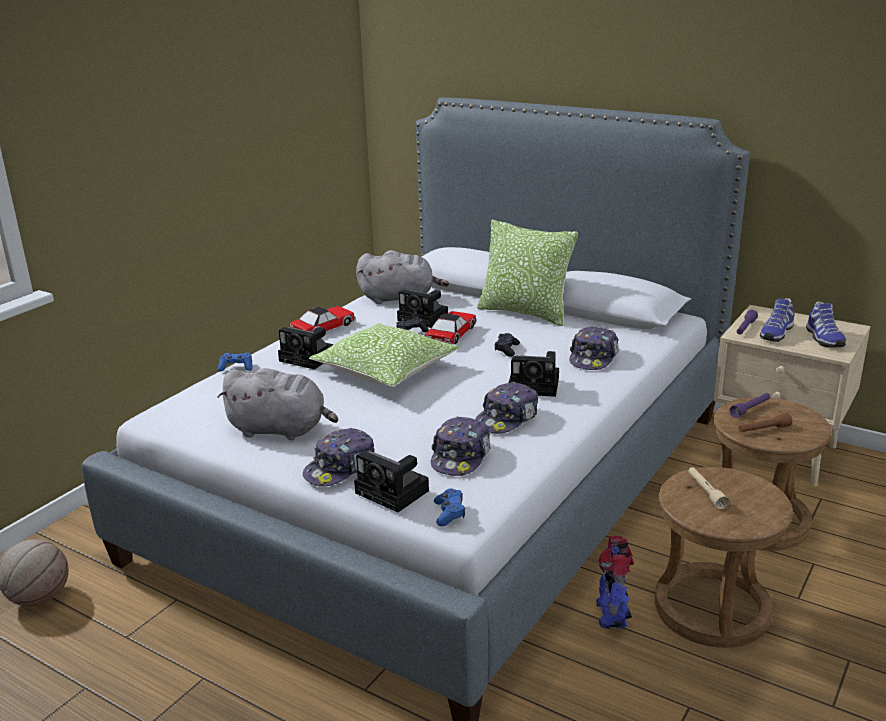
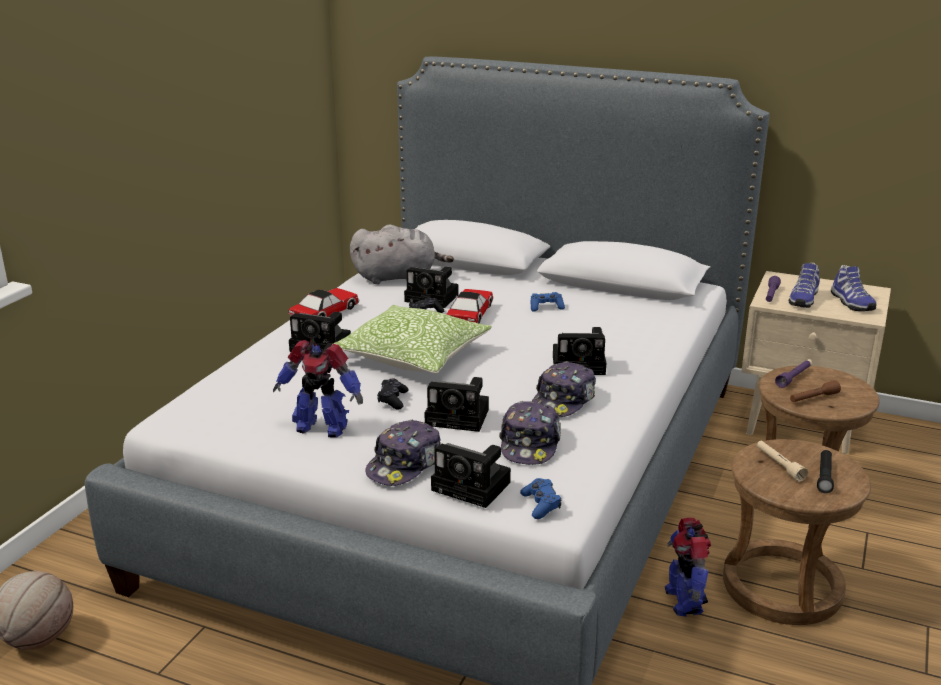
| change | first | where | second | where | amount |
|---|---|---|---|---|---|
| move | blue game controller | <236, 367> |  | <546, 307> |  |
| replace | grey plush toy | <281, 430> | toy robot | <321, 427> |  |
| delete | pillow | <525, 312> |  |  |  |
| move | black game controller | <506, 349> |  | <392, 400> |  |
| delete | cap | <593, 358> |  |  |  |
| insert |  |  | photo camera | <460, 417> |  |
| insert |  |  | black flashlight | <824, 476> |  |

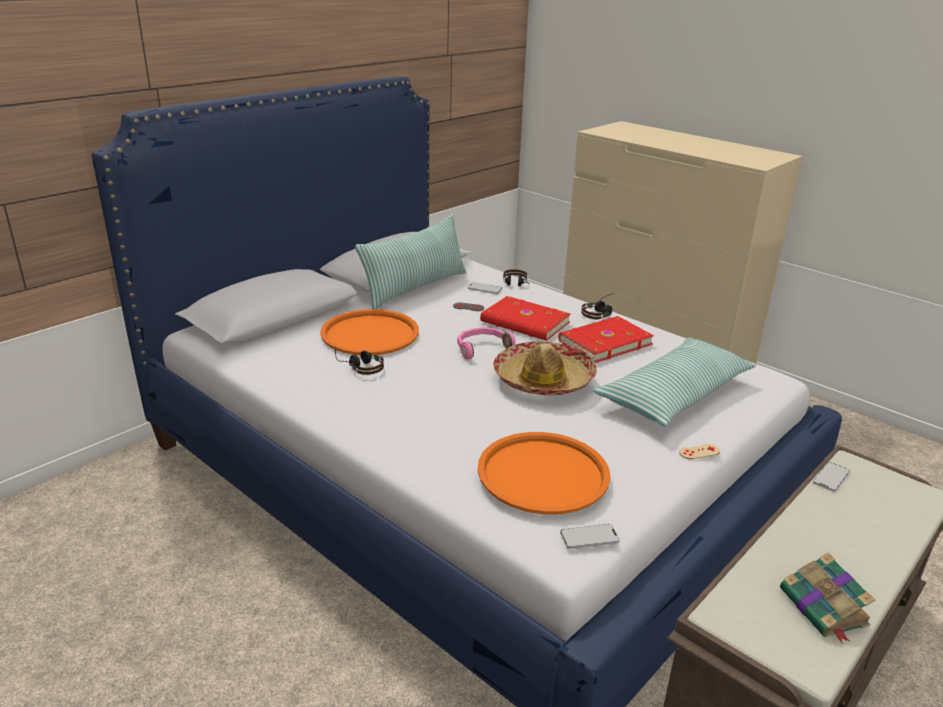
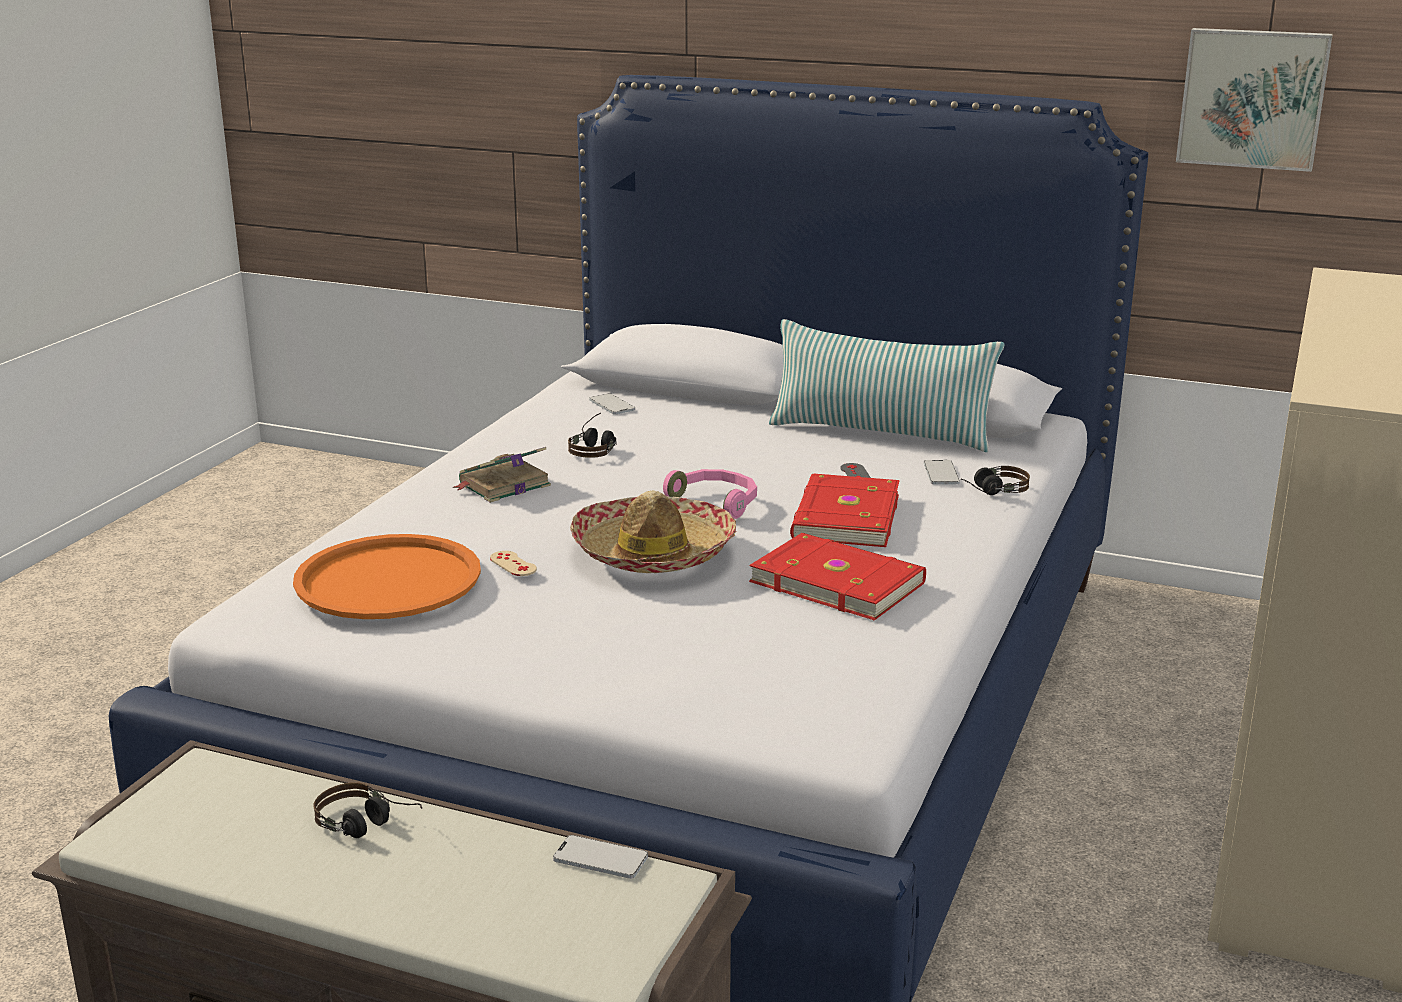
| change | first | where | second | where | amount |
|---|---|---|---|---|---|
| delete | orange tray | <370, 333> |  |  |  |
| move | phone | <589, 537> |  | <612, 405> |  |
| move | headphones | <600, 313> |  | <369, 826> |  |
| delete | pillow | <674, 395> |  |  |  |
| move | beige game controller | <699, 452> |  | <513, 564> |  |
| move | book | <824, 608> |  | <502, 485> |  |
| insert |  |  | picture | <1252, 98> |  |

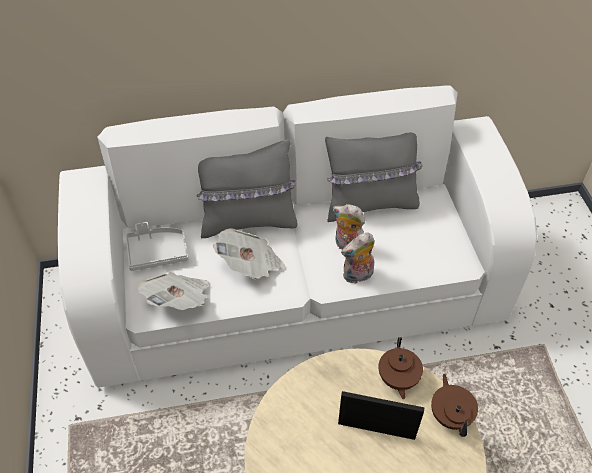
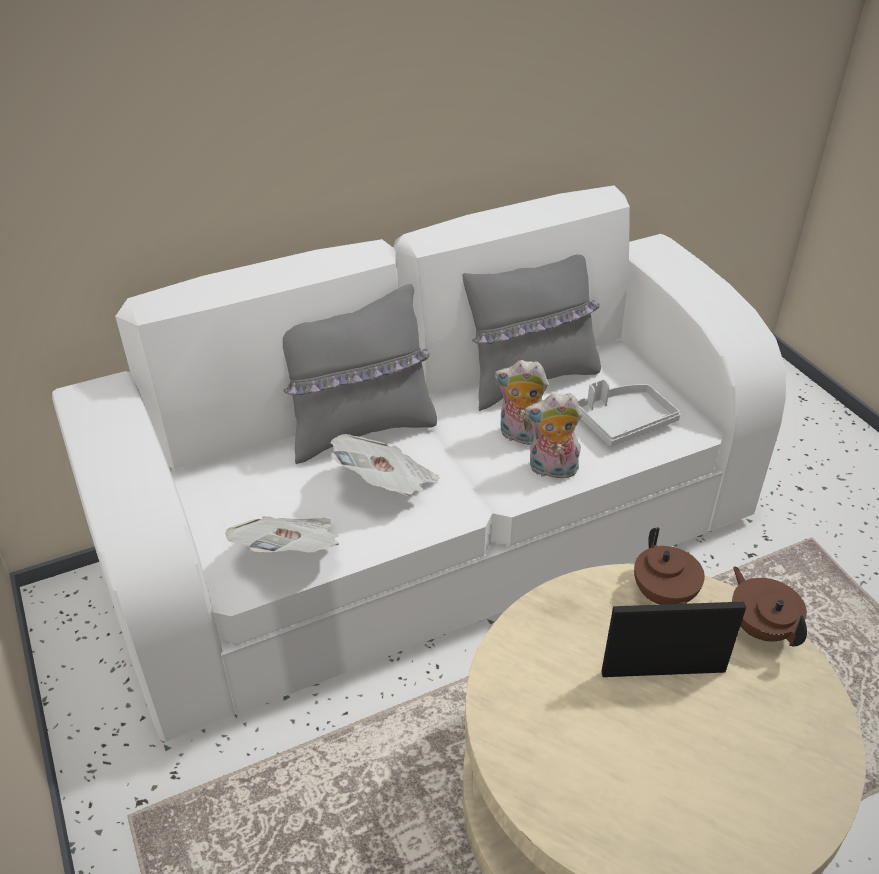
| change | first | where | second | where | amount |
|---|---|---|---|---|---|
| move | grey tray | <157, 252> |  | <623, 422> |  |
| rotate | plush toy | <358, 276> |  | <551, 470> | 45 degrees clockwise |

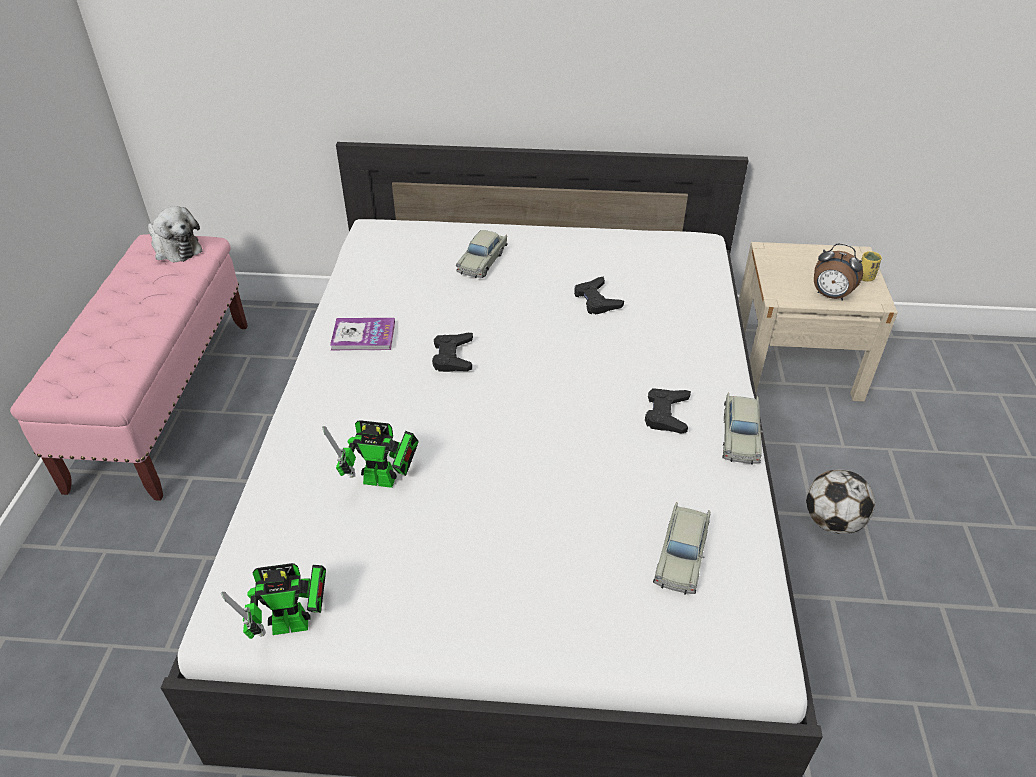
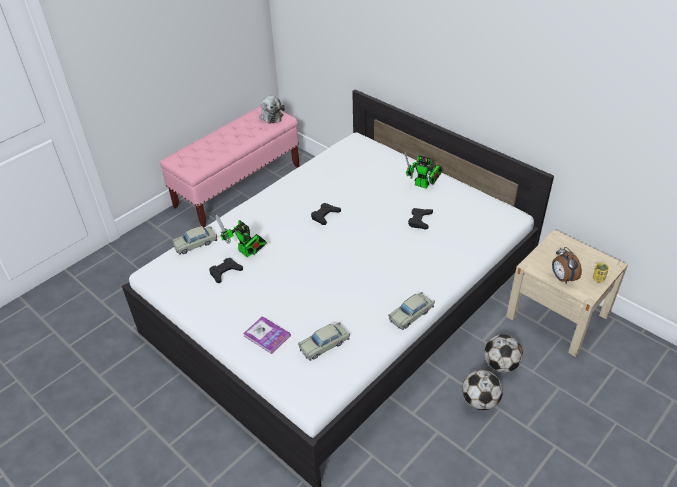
| change | first | where | second | where | amount |
|---|---|---|---|---|---|
| move | toy robot | <297, 624> |  | <423, 185> |  |
| move | book | <363, 336> |  | <267, 336> |  |
| move | beige toy car | <483, 261> |  | <195, 244> |  |
| move | black game controller | <666, 414> |  | <225, 272> |  |
| insert |  |  | football | <500, 365> |  |

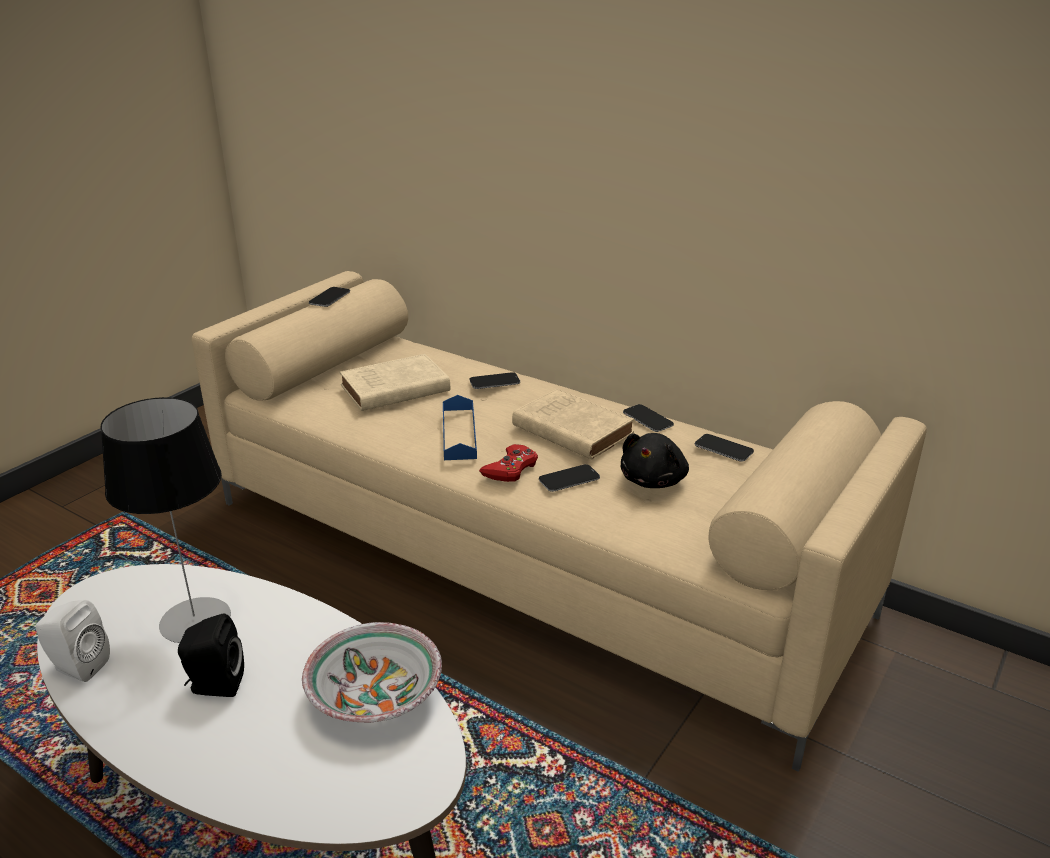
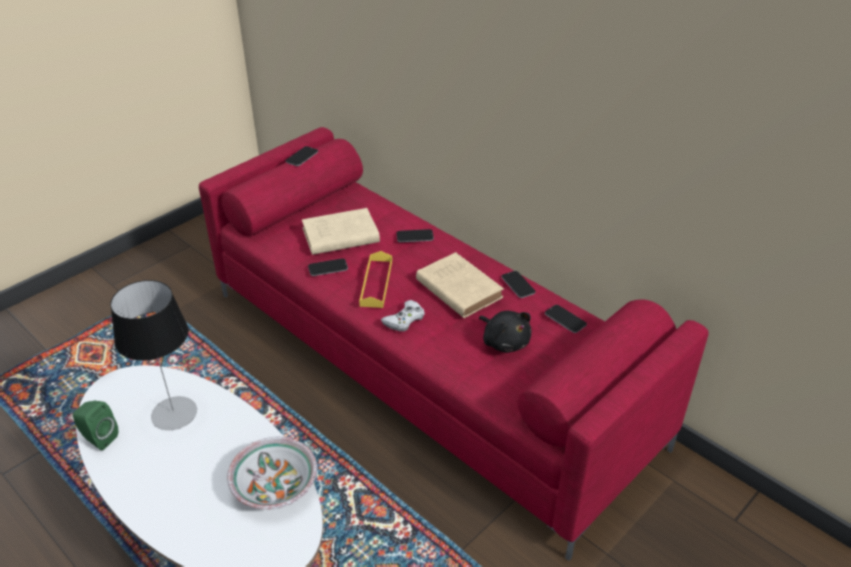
| change | first | where | second | where | amount |
|---|---|---|---|---|---|
| recolor | white speaker | <77, 667> | green speaker | <98, 438> |  |
| delete | black speaker | <214, 686> |  |  |  |
| recolor | beige sofa | <528, 555> | red sofa | <428, 365> |  |
| recolor | blue tray | <459, 433> | yellow tray | <376, 283> |  |
| recolor | red game controller | <510, 469> | white game controller | <404, 319> |  |
| move | phone | <569, 479> |  | <328, 268> |  |
| rotate | black plush toy | <654, 480> |  | <504, 341> | 75 degrees counterclockwise |

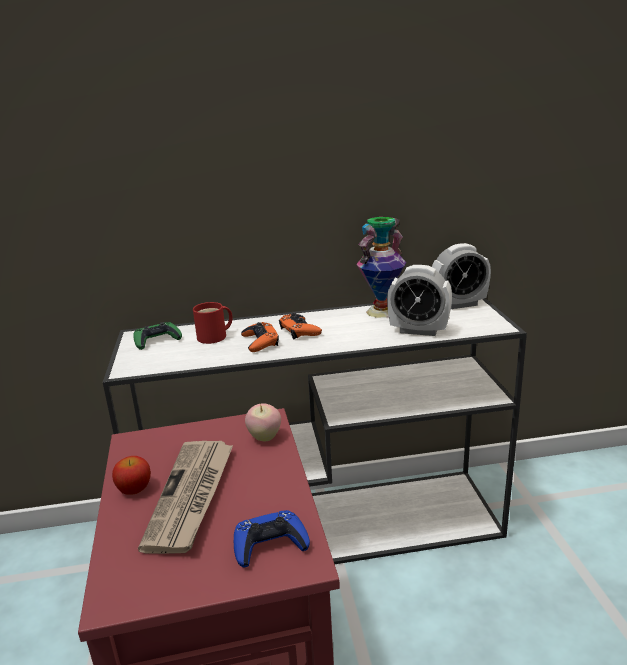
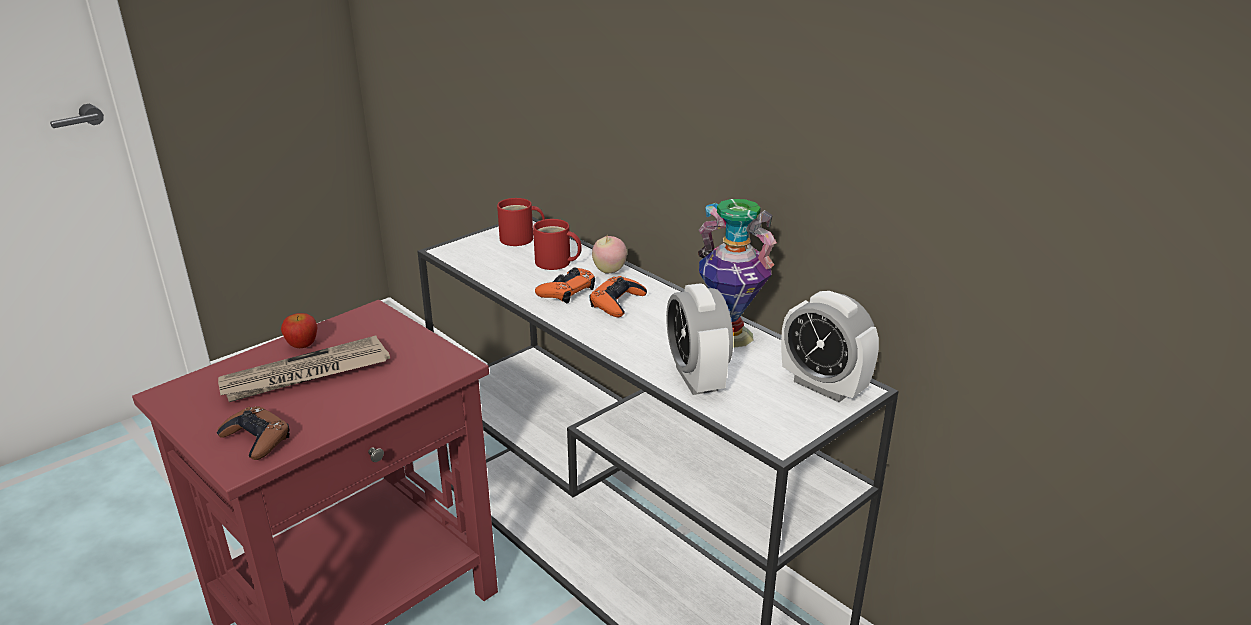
| change | first | where | second | where | amount |
|---|---|---|---|---|---|
| replace | green game controller | <157, 340> | red mug | <520, 239> |  |
| recolor | blue game controller | <270, 544> | brown game controller | <256, 439> |  |
| move | apple | <264, 437> |  | <609, 271> |  |

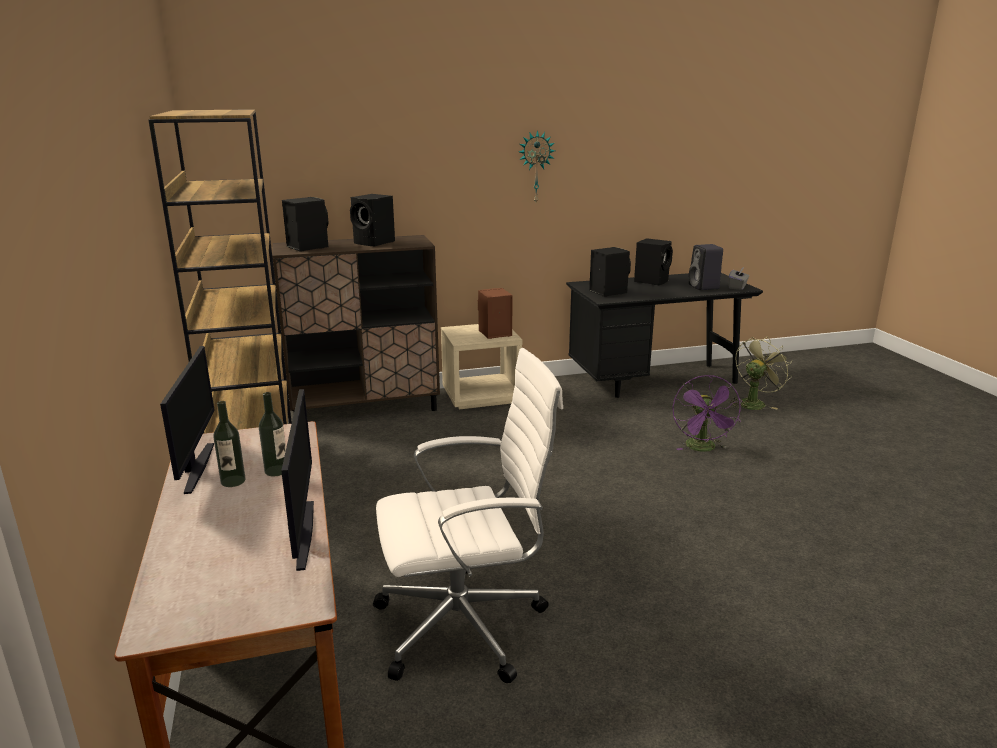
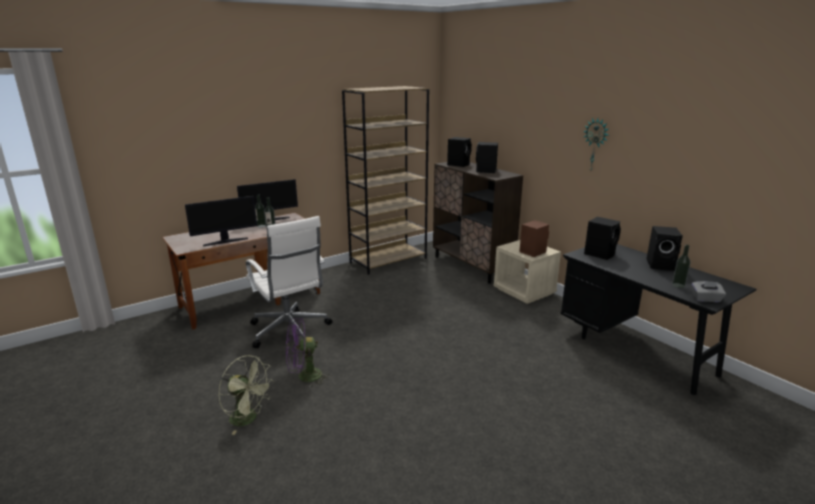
| change | first | where | second | where | amount |
|---|---|---|---|---|---|
| move | purple fan | <703, 449> |  | <304, 377> |  |
| replace | black speaker | <704, 287> | bottle | <678, 285> |  |
| move | green fan | <754, 403> |  | <248, 419> |  |

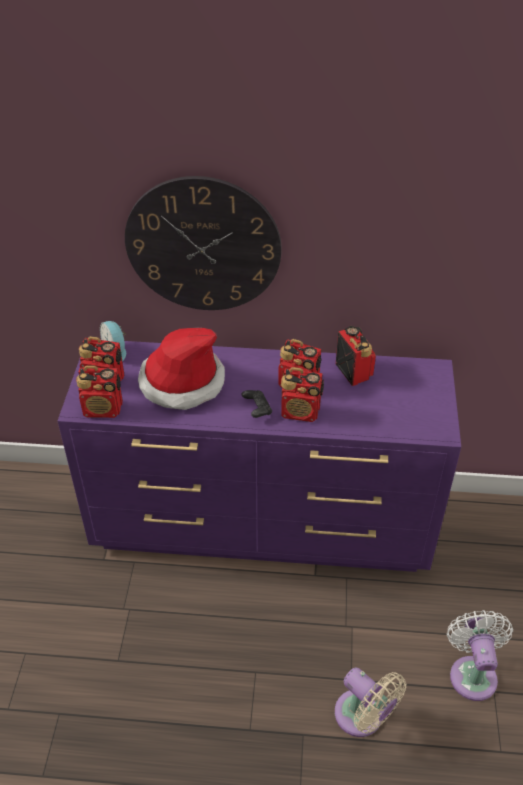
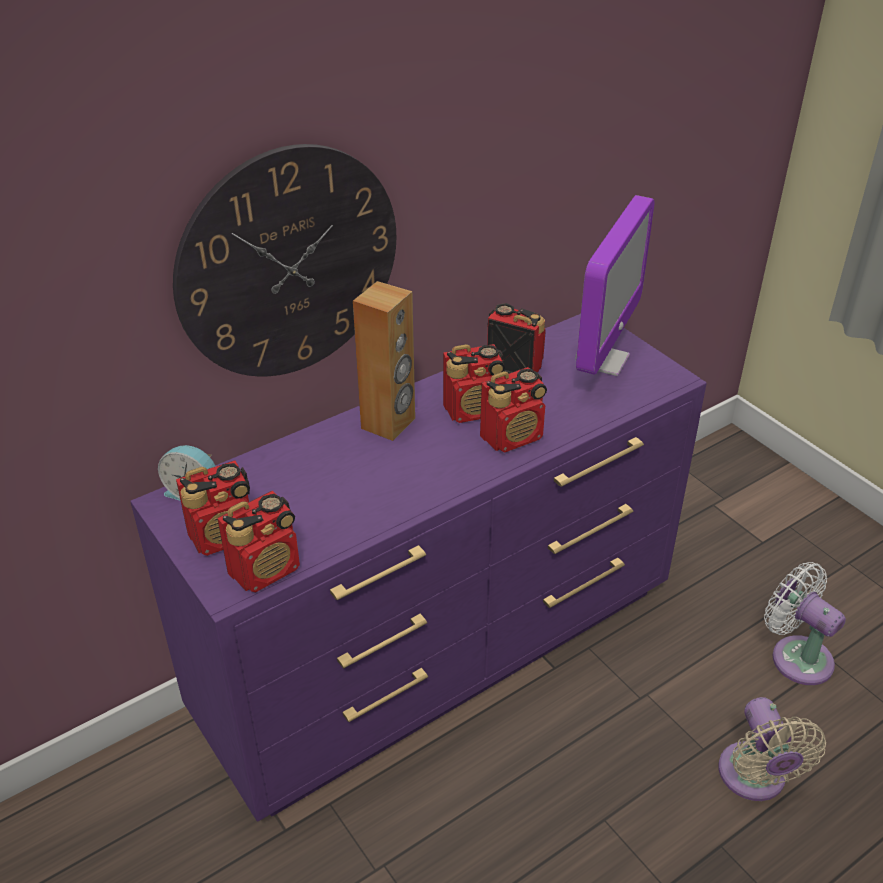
| change | first | where | second | where | amount |
|---|---|---|---|---|---|
| delete | hat | <181, 382> |  |  |  |
| delete | black game controller | <257, 409> |  |  |  |
| rotate | beige fan | <362, 717> |  | <754, 779> | 75 degrees clockwise |
| insert |  |  | brown speaker | <389, 423> |  |
| insert |  |  | monitor | <602, 360> |  |

